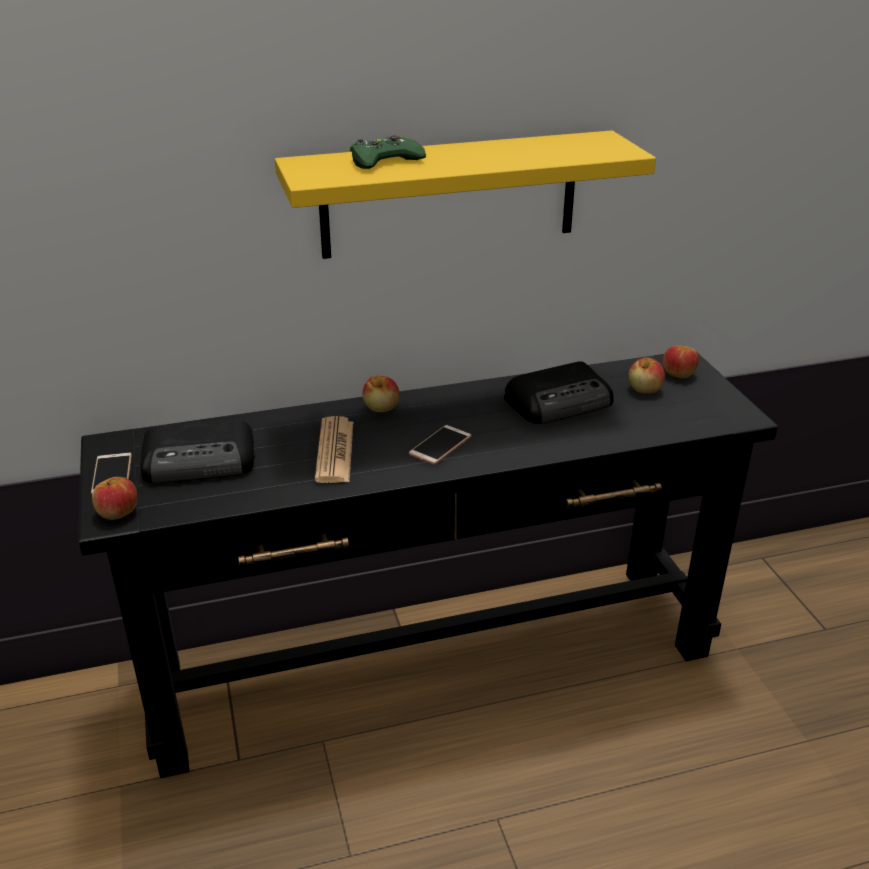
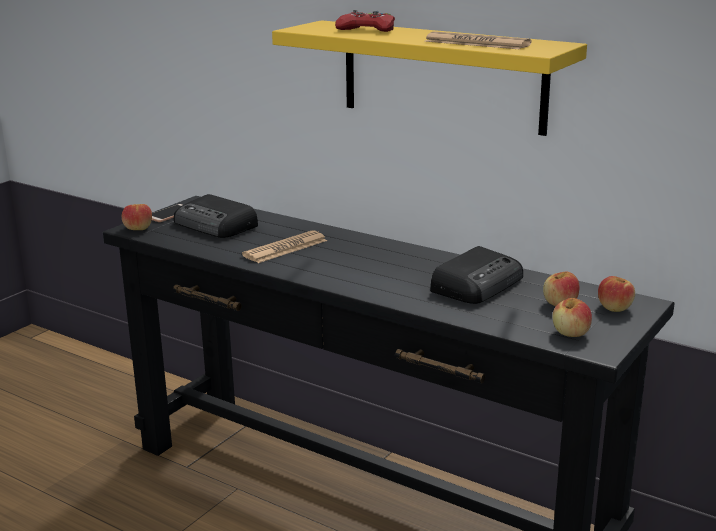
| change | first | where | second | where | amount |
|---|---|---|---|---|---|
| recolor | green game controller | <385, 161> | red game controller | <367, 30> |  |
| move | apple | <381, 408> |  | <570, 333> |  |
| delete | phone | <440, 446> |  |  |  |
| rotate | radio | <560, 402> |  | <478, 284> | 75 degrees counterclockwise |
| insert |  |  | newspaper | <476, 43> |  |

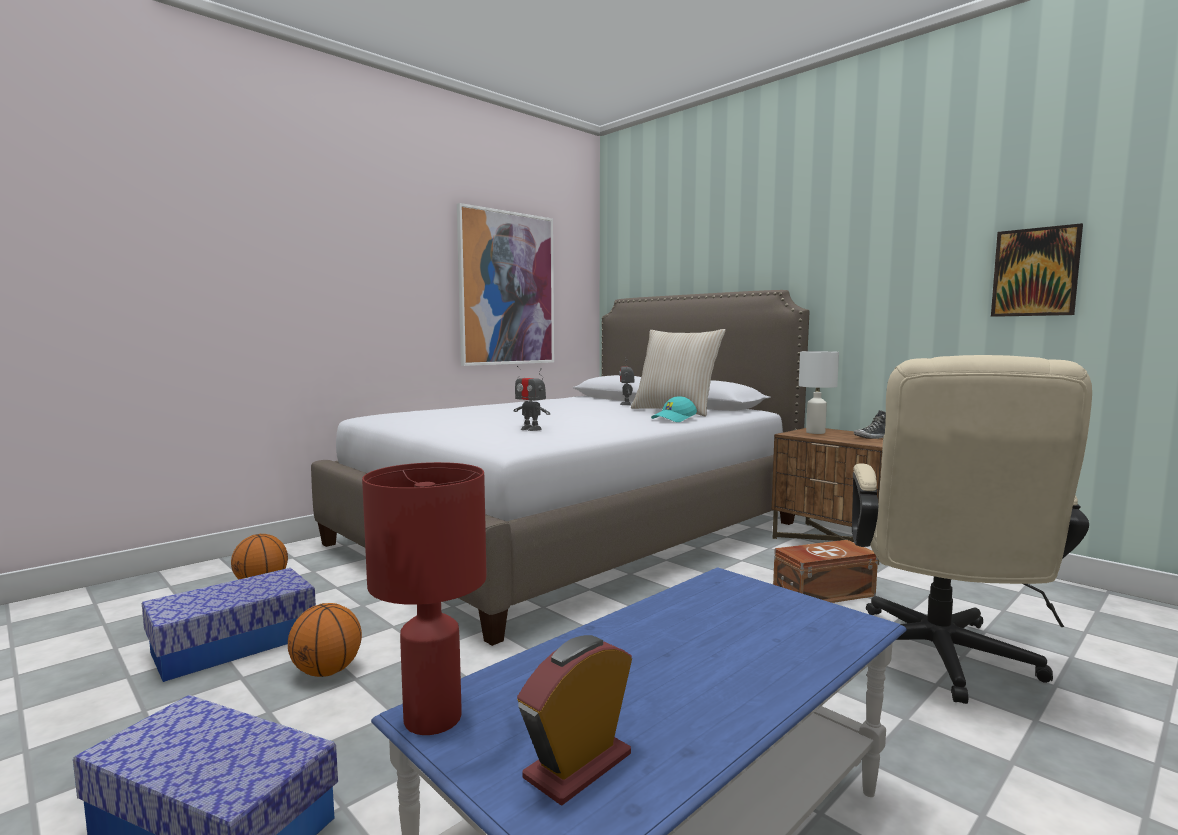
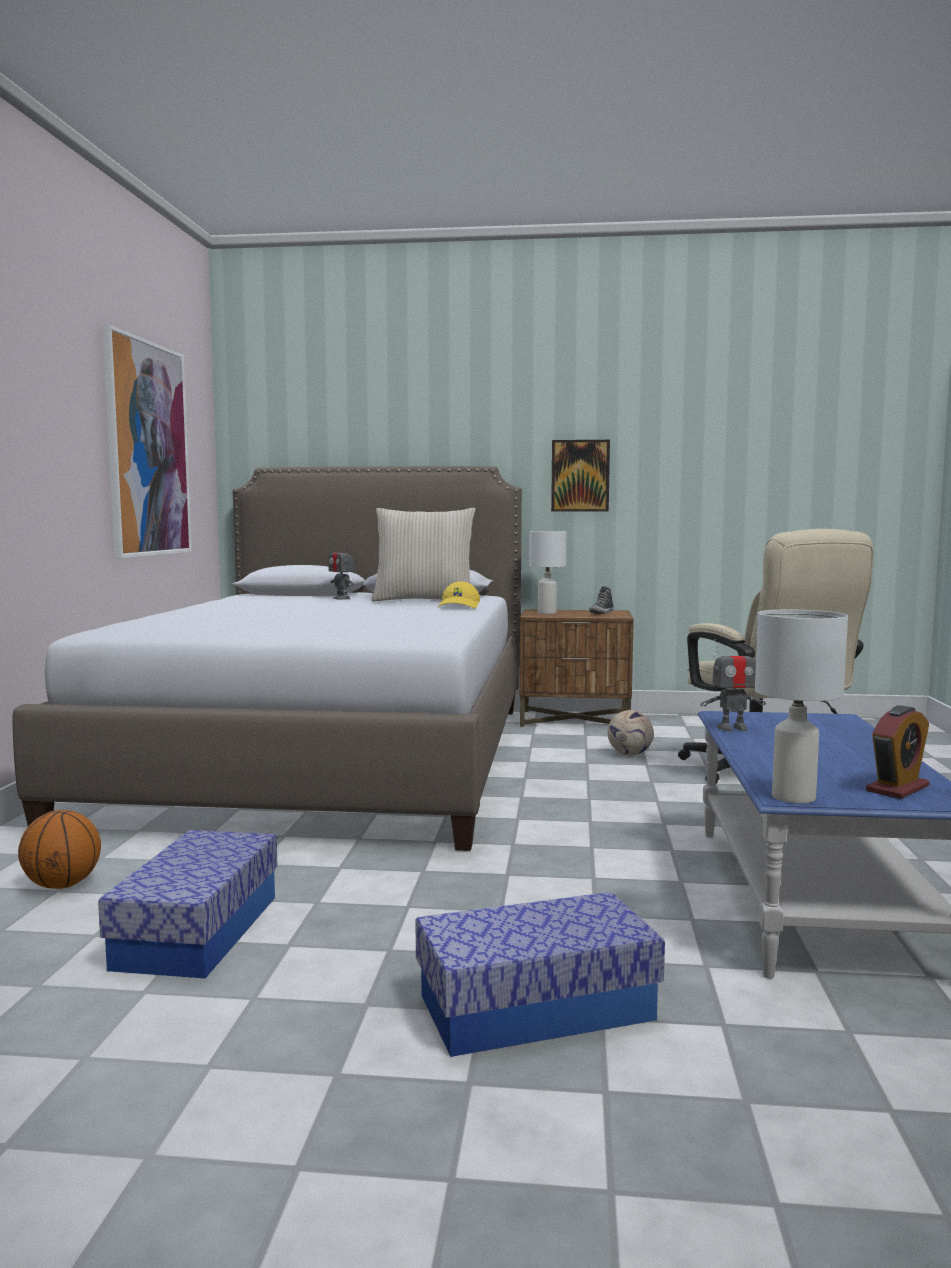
| change | first | where | second | where | amount |
|---|---|---|---|---|---|
| delete | basketball | <327, 671> |  |  |  |
| recolor | red table lamp | <431, 718> | white table lamp | <792, 797> |  |
| move | toy robot | <531, 429> |  | <732, 728> |  |
| rotate | alarm clock | <578, 766> |  | <897, 788> | 135 degrees counterclockwise |
| recolor | turquoise cap | <674, 419> | yellow cap | <460, 606> |  |
| replace | brown storage box | <821, 592> | football | <629, 754> |  |
| move | picture | <1035, 272> |  | <580, 476> |  |

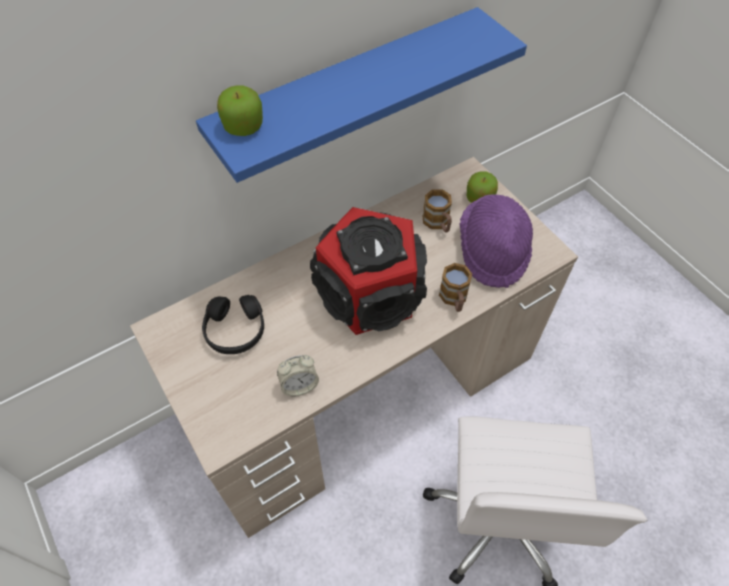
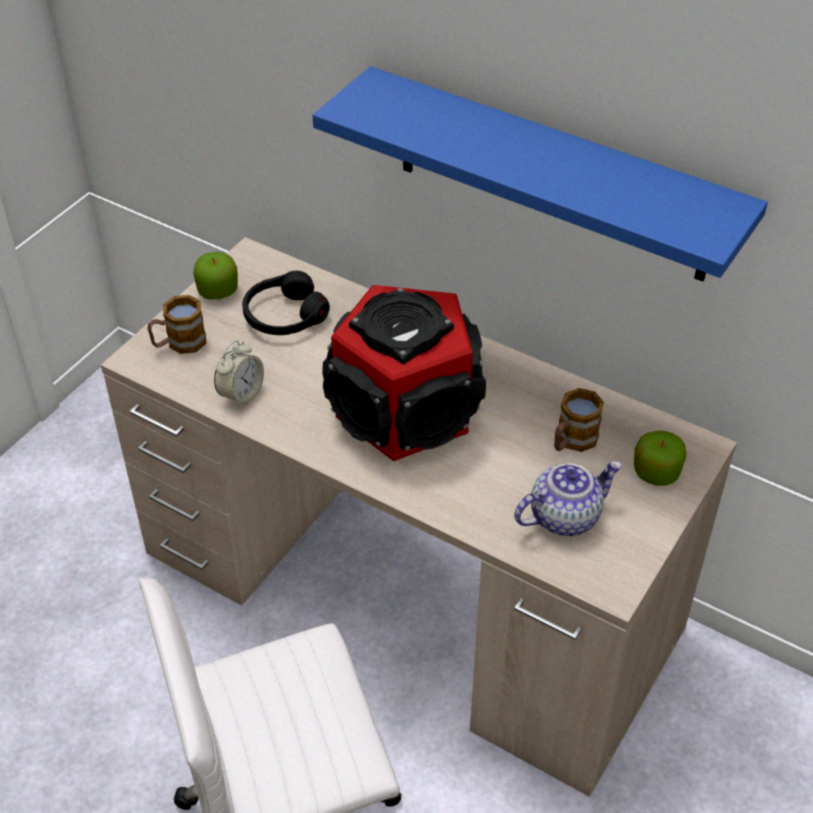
| change | first | where | second | where | amount |
|---|---|---|---|---|---|
| move | apple | <243, 126> |  | <218, 291> |  |
| rotate | alarm clock | <299, 385> |  | <241, 394> | 105 degrees counterclockwise |
| move | mug | <454, 299> |  | <179, 343> |  |
| replace | purple hat | <493, 251> | teapot | <564, 516> |  |

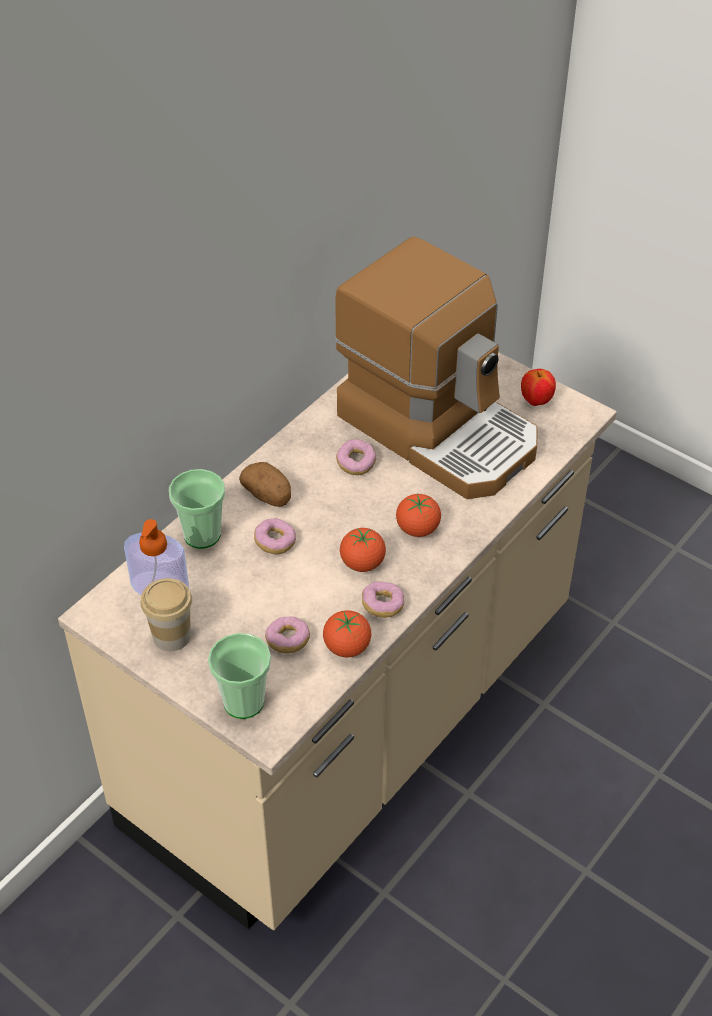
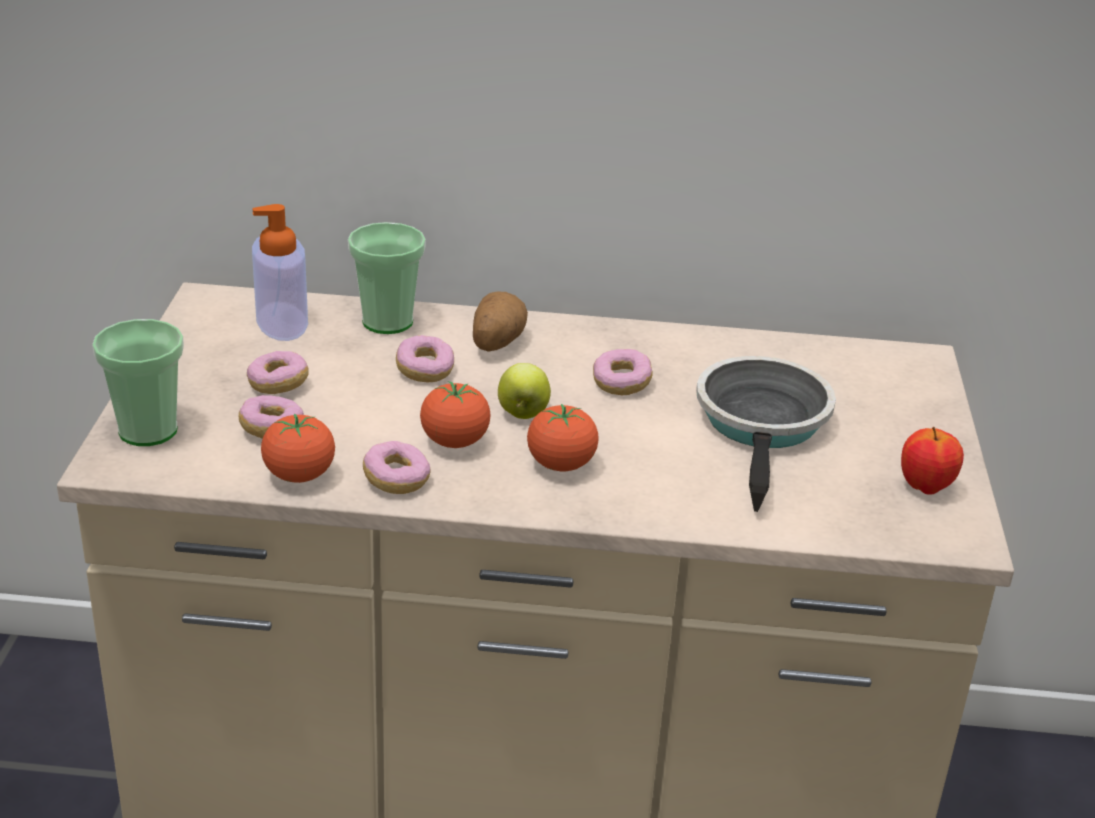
| change | first | where | second | where | amount |
|---|---|---|---|---|---|
| delete | cup | <171, 636> |  |  |  |
| replace | coffee machine | <440, 429> | frying pan | <763, 425> |  |
| insert |  |  | donut | <278, 384> |  |
| insert |  |  | apple | <523, 413> |  |

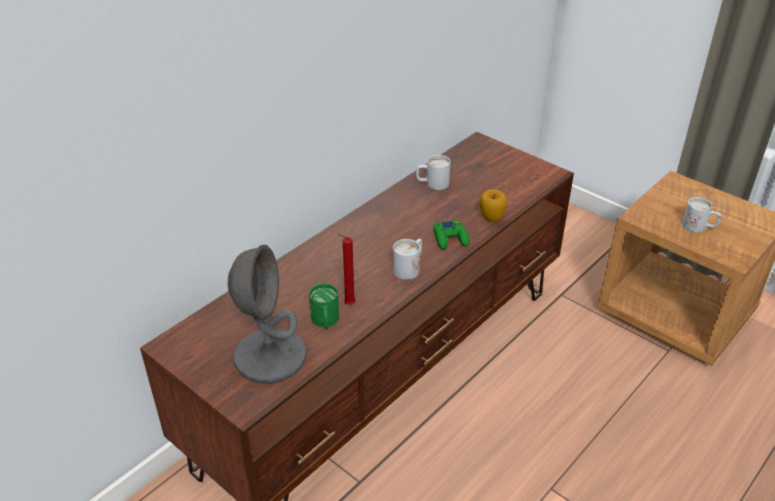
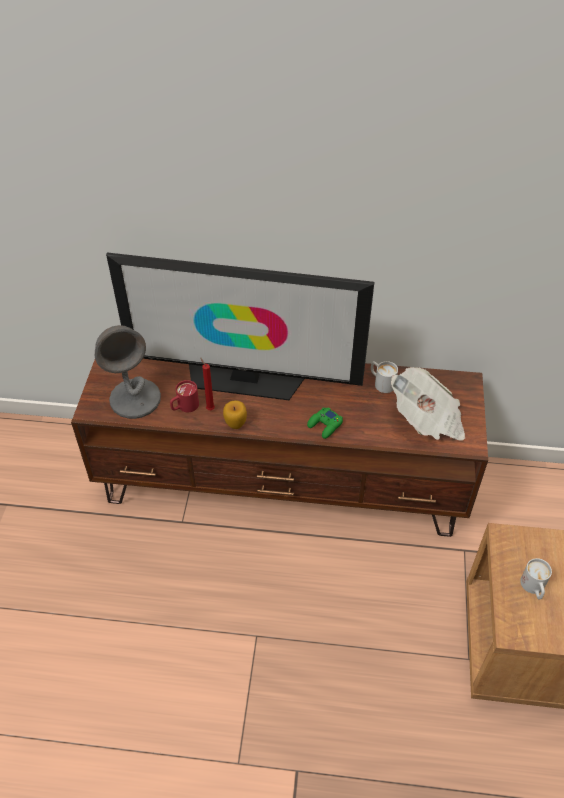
| change | first | where | second | where | amount |
|---|---|---|---|---|---|
| recolor | green mug | <325, 322> | red mug | <184, 407> |  |
| delete | white mug | <409, 268> |  |  |  |
| move | apple | <491, 218> |  | <235, 424> |  |
| insert |  |  | television | <244, 378> |  |
| insert |  |  | newspaper | <427, 420> |  |

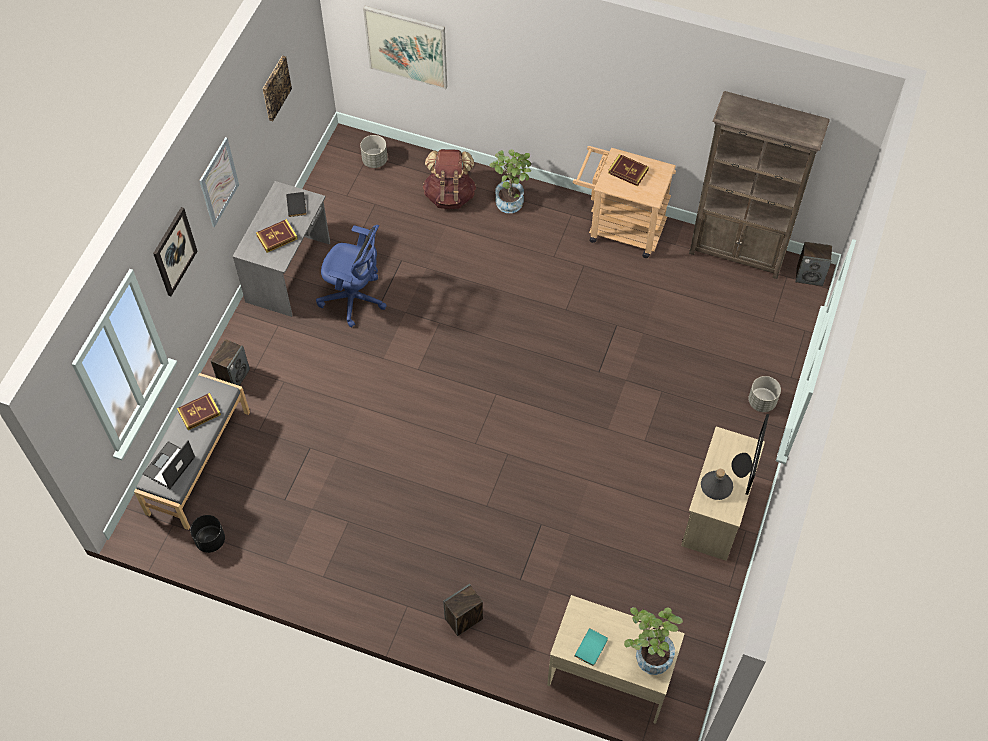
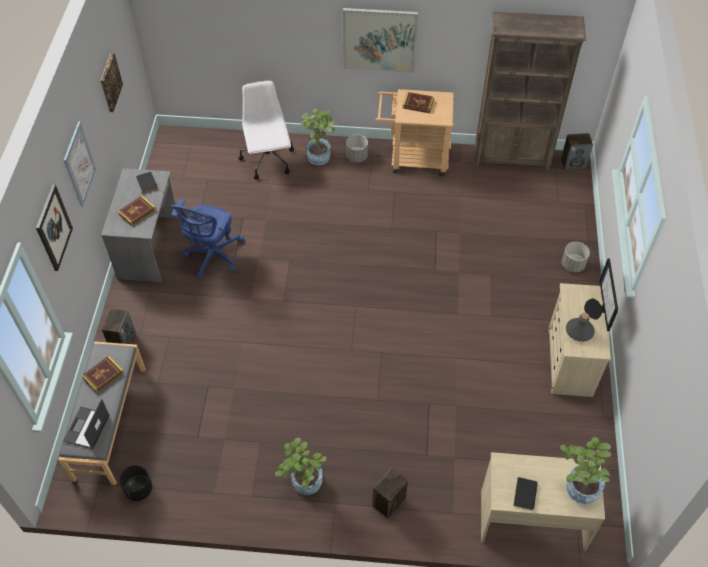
| change | first | where | second | where | amount |
|---|---|---|---|---|---|
| rotate | blue office chair | <355, 299> |  | <212, 256> | 105 degrees clockwise |
| move | grey planter | <375, 160> |  | <356, 156> |  |
| move | picture | <406, 46> |  | <379, 40> |  |
| replace | brown backpack | <450, 195> | white office chair | <268, 161> |  |
| recolor | turquoise book | <592, 648> | black book | <526, 494> |  |
| insert |  |  | potted plant | <303, 484> |  |

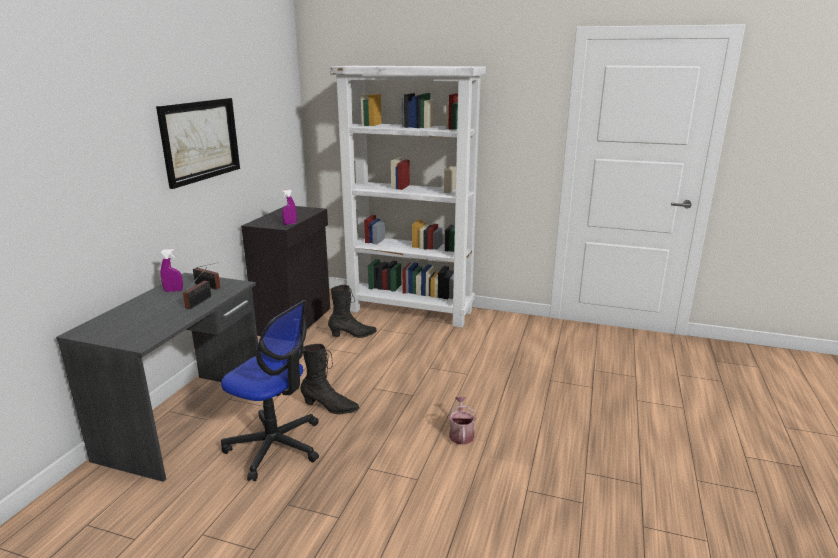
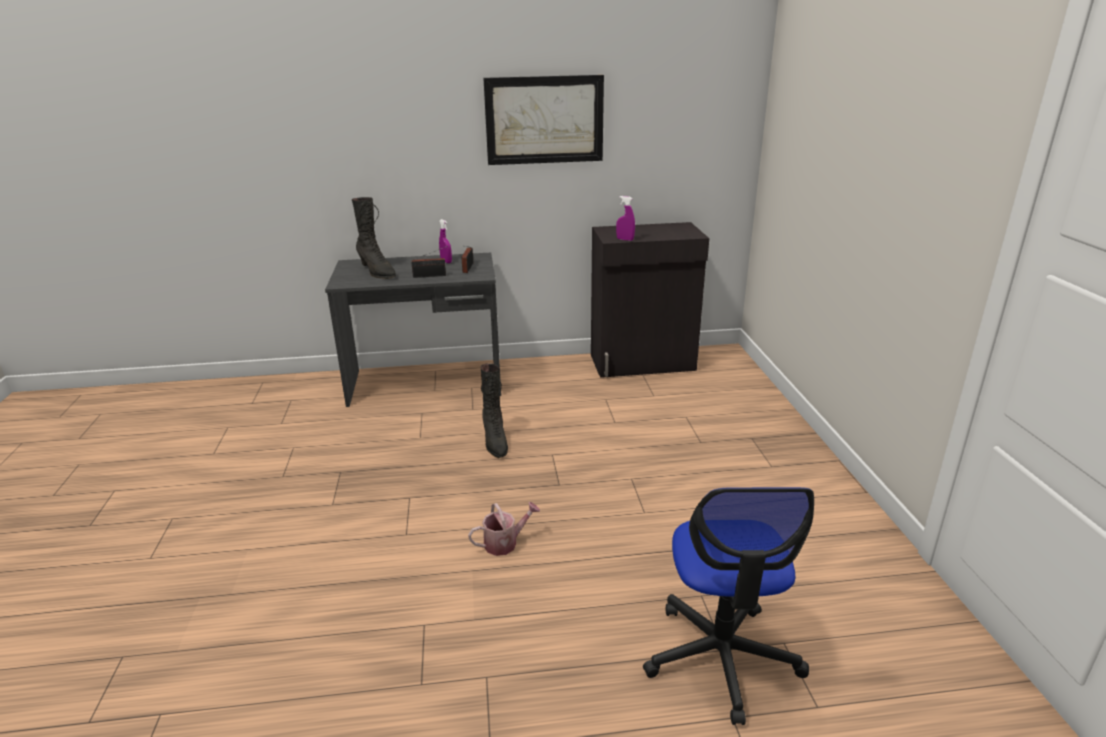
| change | first | where | second | where | amount |
|---|---|---|---|---|---|
| move | office chair | <275, 446> |  | <721, 657> |  |
| move | black boot | <353, 335> |  | <377, 272> |  |
| delete | white bookcase | <411, 310> |  |  |  |

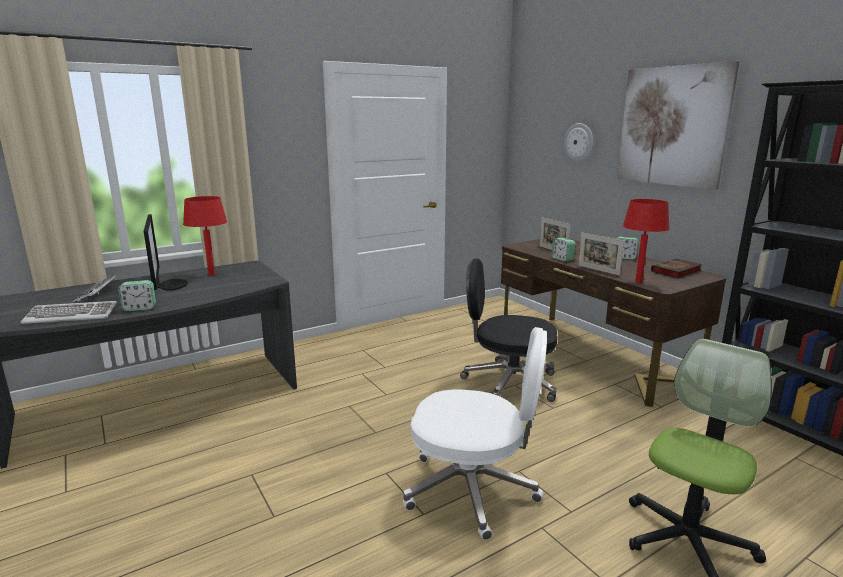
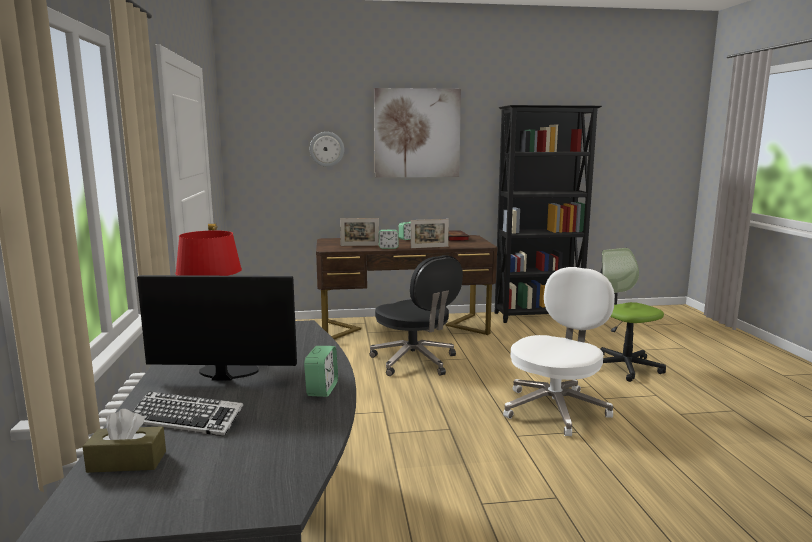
| change | first | where | second | where | amount |
|---|---|---|---|---|---|
| delete | keyboard | <72, 315> |  |  |  |
| rotate | black office chair | <508, 382> |  | <415, 361> | 75 degrees counterclockwise |
| delete | red table lamp | <638, 282> |  |  |  |
| insert |  |  | brown tissue box | <127, 462> |  |

